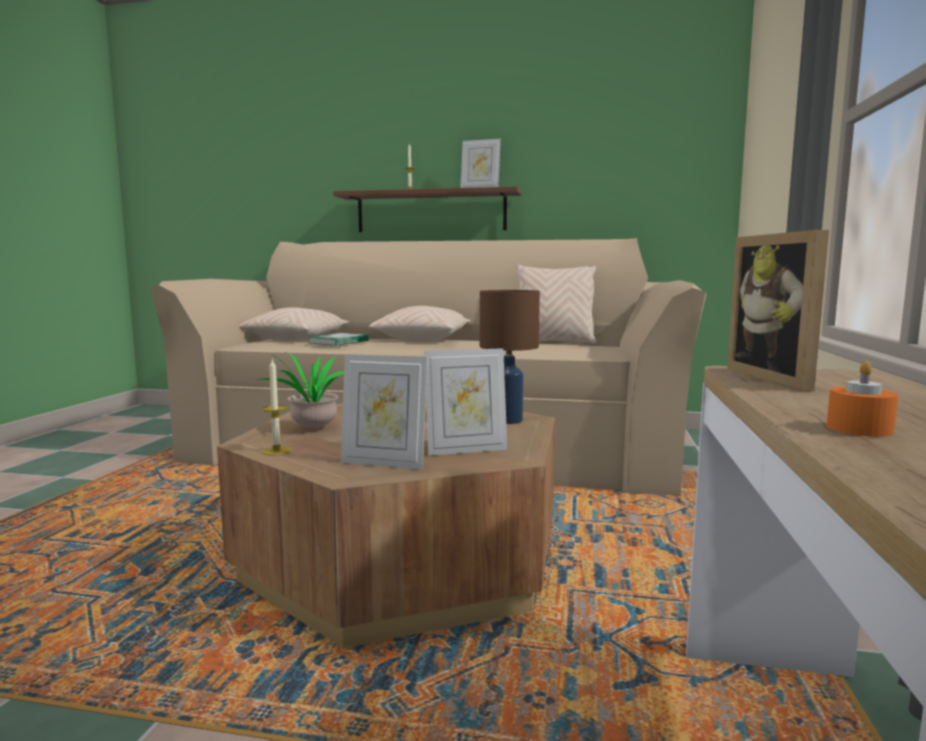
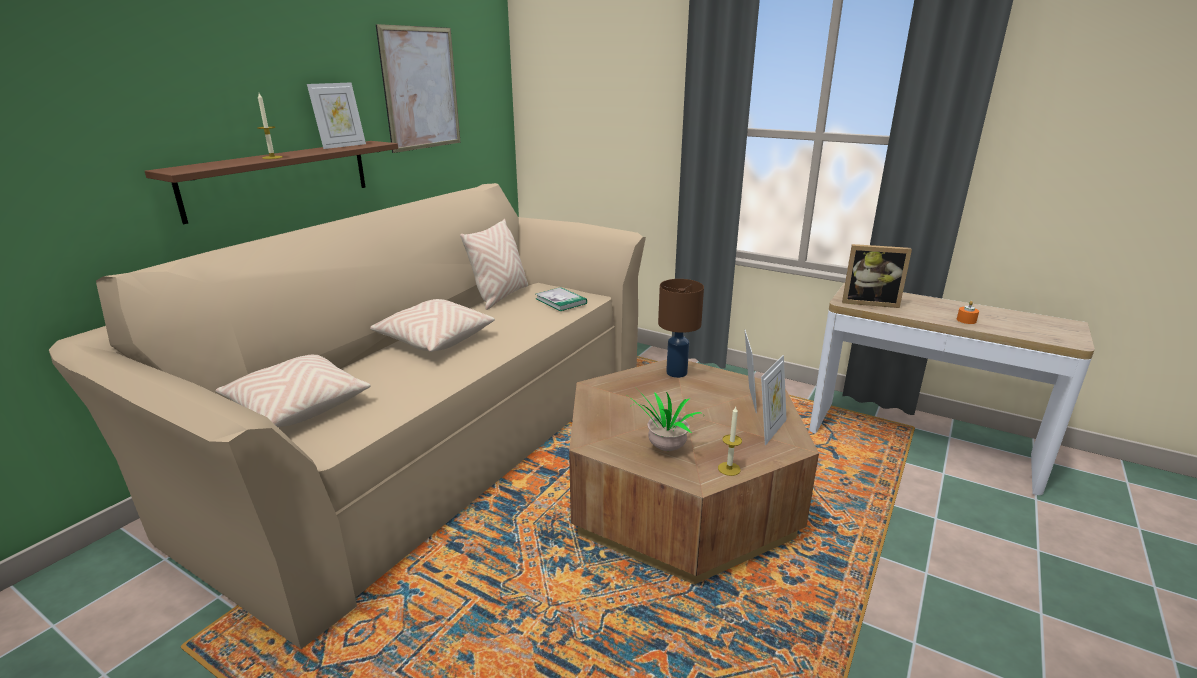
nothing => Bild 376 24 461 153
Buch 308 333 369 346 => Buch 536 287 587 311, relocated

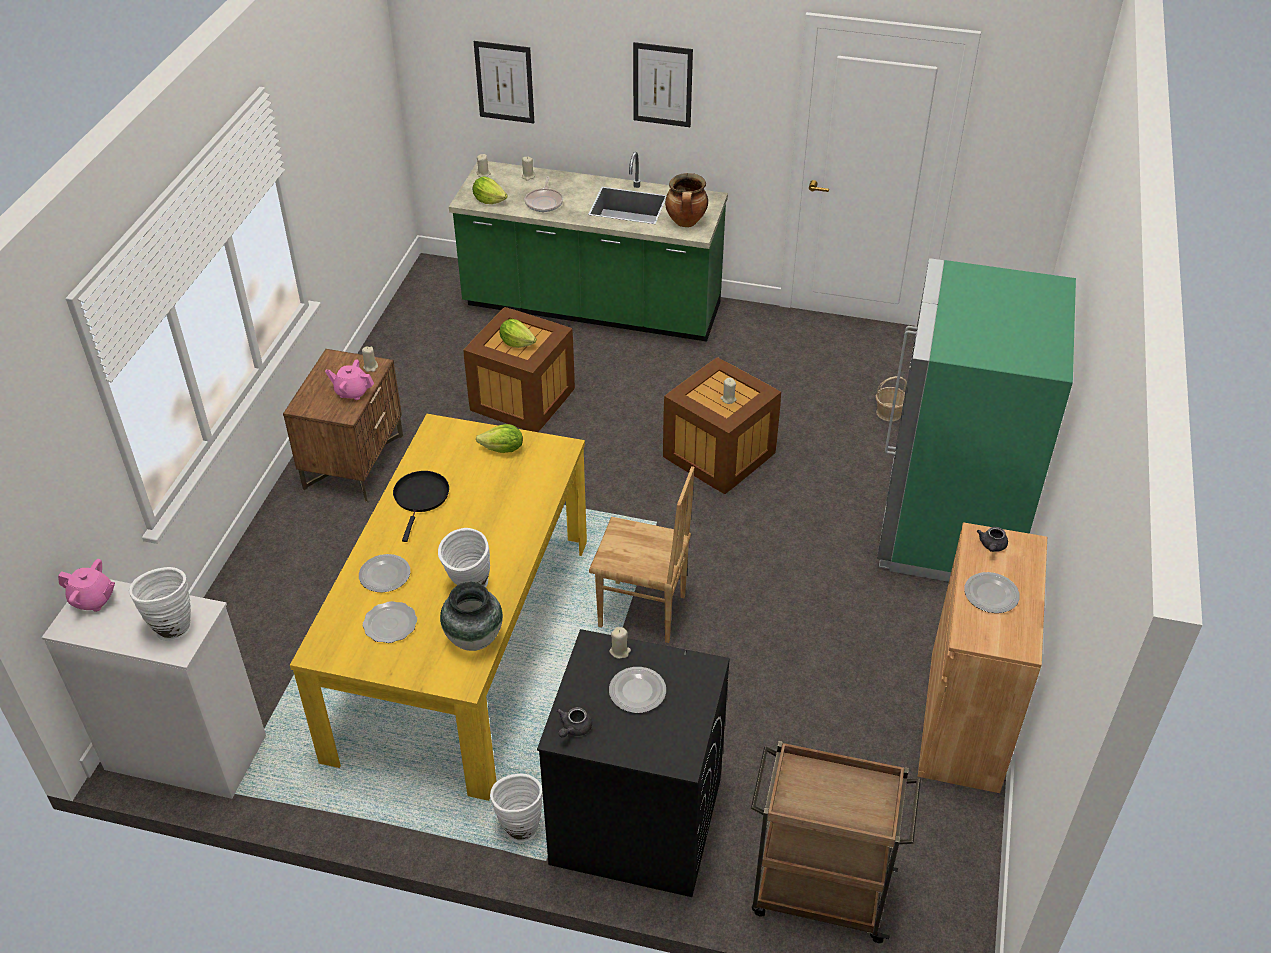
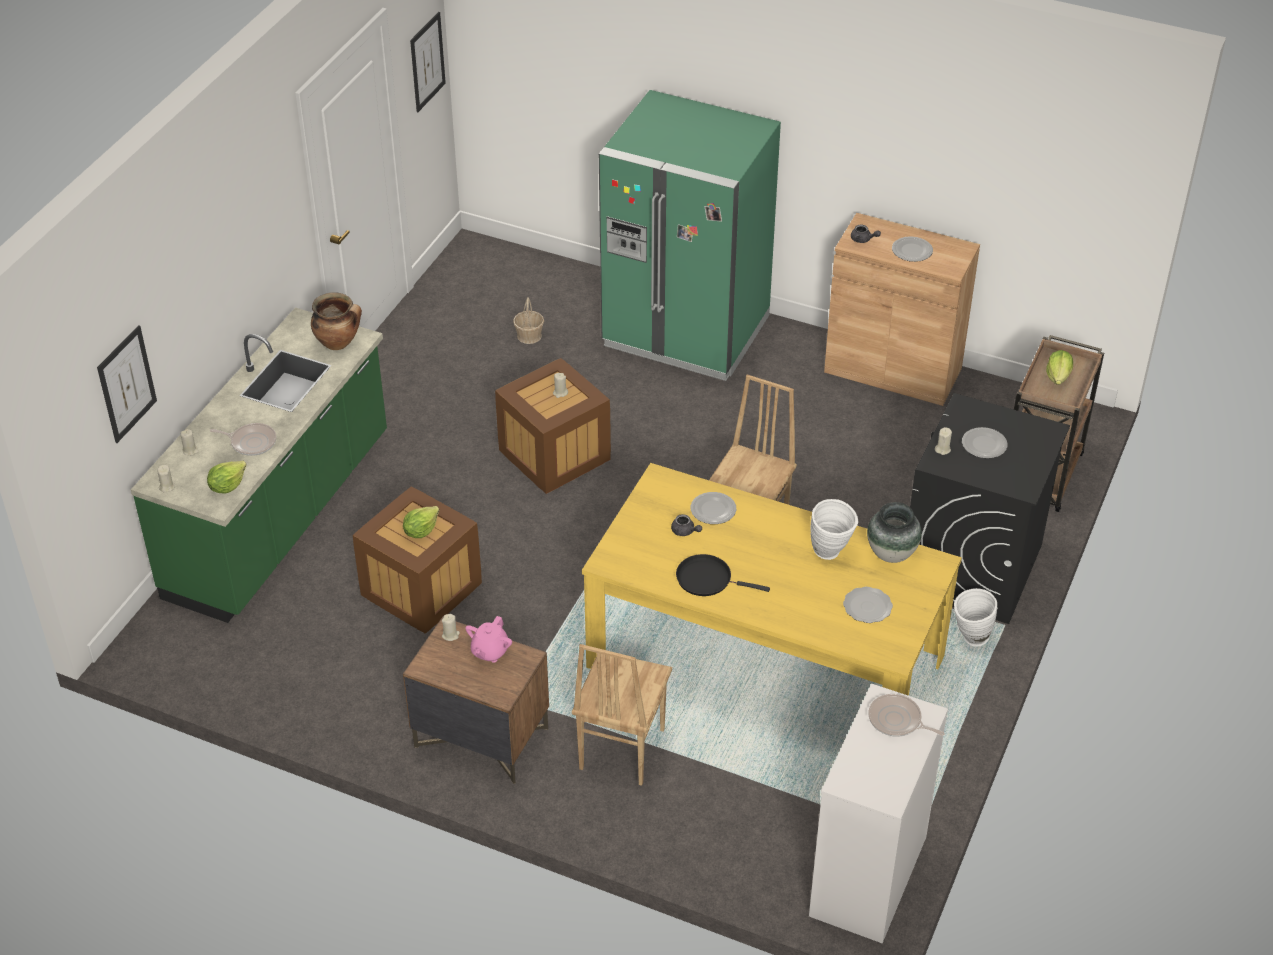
Teekanne/rosa 58 559 115 612 => nothing
nothing => Stuhl/braun 572 644 672 786
Teller 359 554 410 592 => Teller 691 492 736 524, relocated
Salatkopf 476 424 523 453 => Salatkopf 1046 350 1073 385, relocated
Teekanne/grau 557 707 592 737 => Teekanne/grau 671 514 702 536, relocated
Bild 633 42 693 127 => Bild 410 12 446 112, relocated
Vase/weiß 129 567 191 641 => Pfanne 868 694 945 737

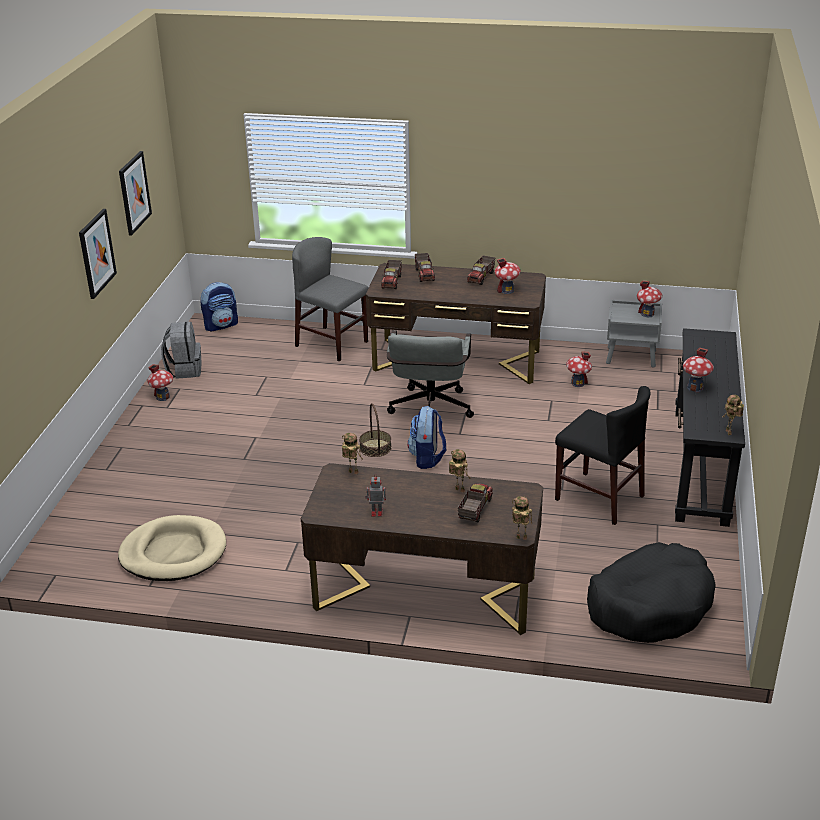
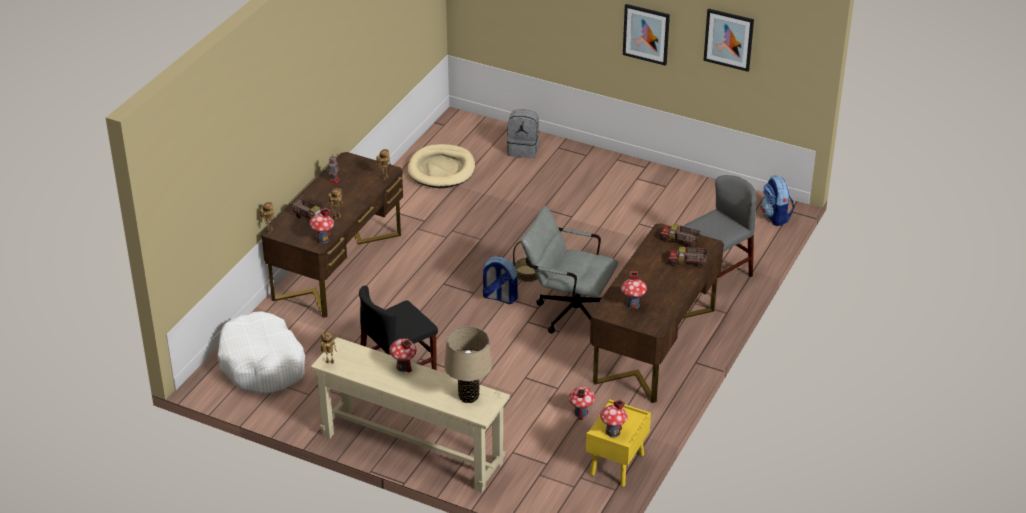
Spielzeuglaster 467 255 495 285 => nothing
nothing => Tischlampe/beige 444 326 492 403
Spielzeughaus 147 364 173 401 => Spielzeughaus 309 208 334 244, relocated
Rucksack/grau 161 322 202 379 => Rucksack/grau 507 109 539 158, relocated
Hundebett/schwarz 587 542 716 643 => Hundebett/weiß 217 311 305 393
Nachttisch/grau 606 300 662 368 => Nachttisch/gelb 586 399 651 487
Konsolentisch/schwarz 675 328 745 527 => Konsolentisch/beige 311 337 510 493

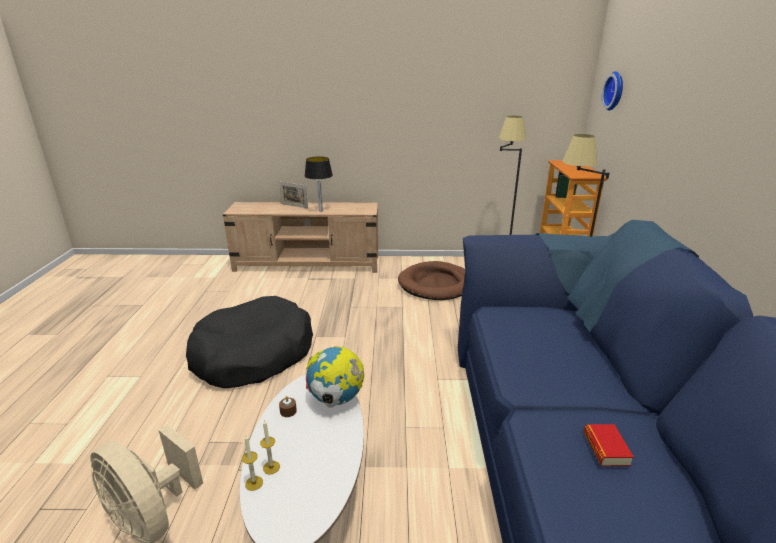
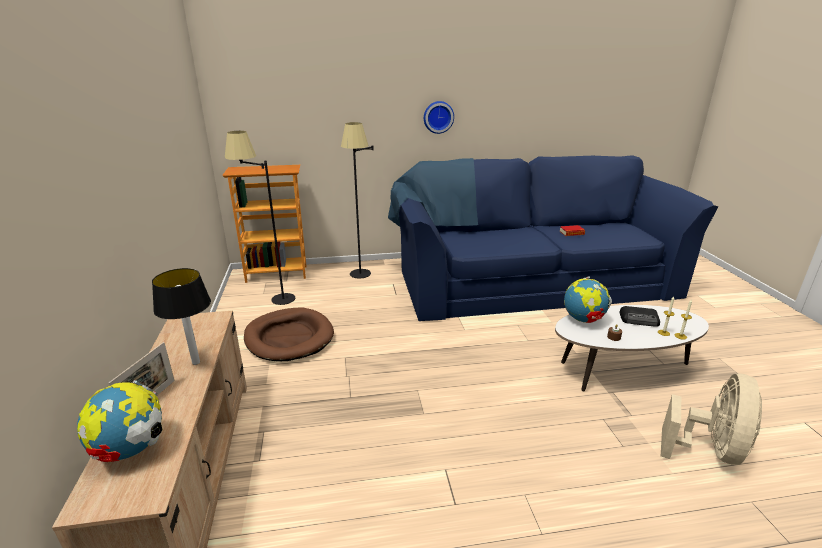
Hundebett/schwarz 186 296 313 388 => nothing
nothing => Globus 77 380 162 462
nothing => Radio 619 306 660 327
Wanduhr 602 71 623 111 => Wanduhr 424 101 454 134, relocated

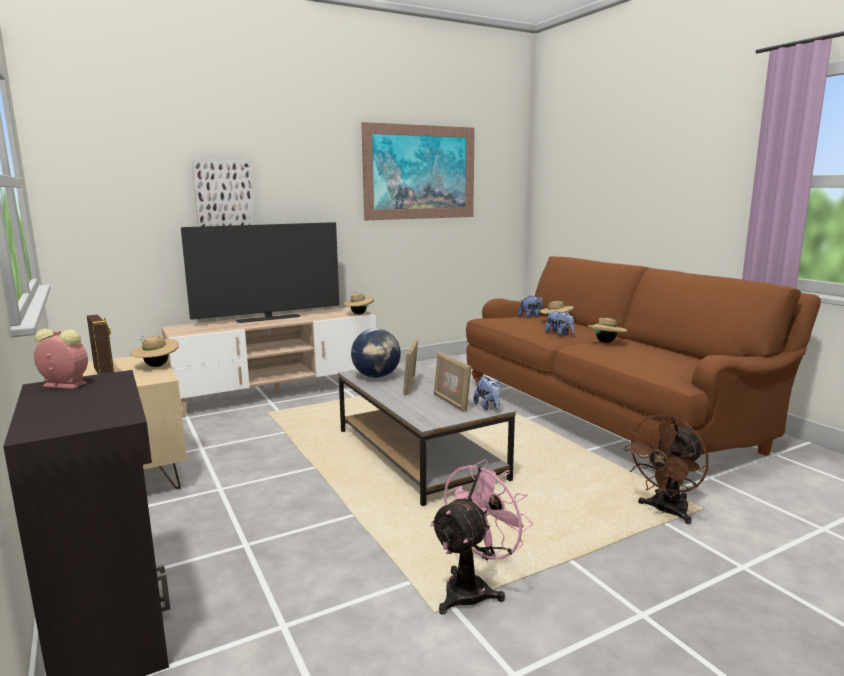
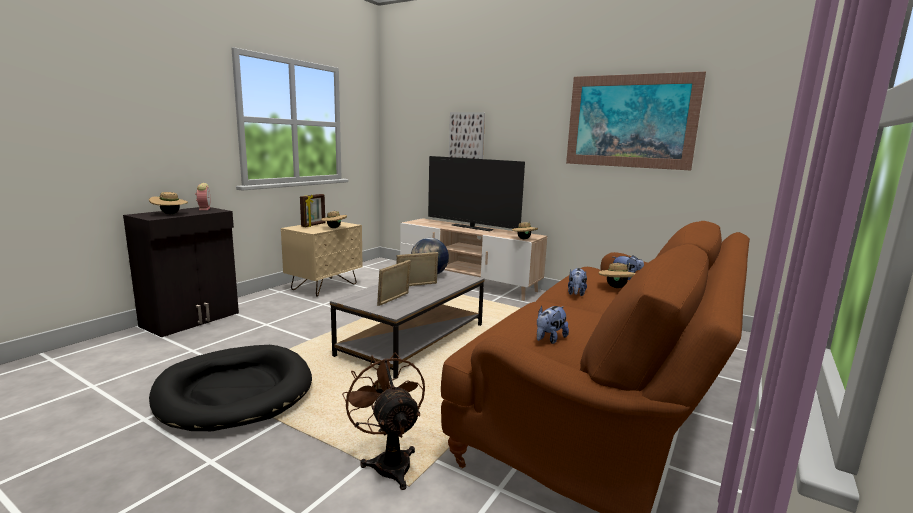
Plüschtier 473 377 501 410 => Plüschtier 537 306 569 344, relocated
Hut/beige 587 318 627 343 => Hut/beige 149 192 188 214, relocated
Ventilator/rosa 430 460 533 615 => Hundebett/schwarz 149 345 312 431
Ventilator/braun 623 414 708 524 => Ventilator/braun 342 352 425 490, 45 degrees clockwise

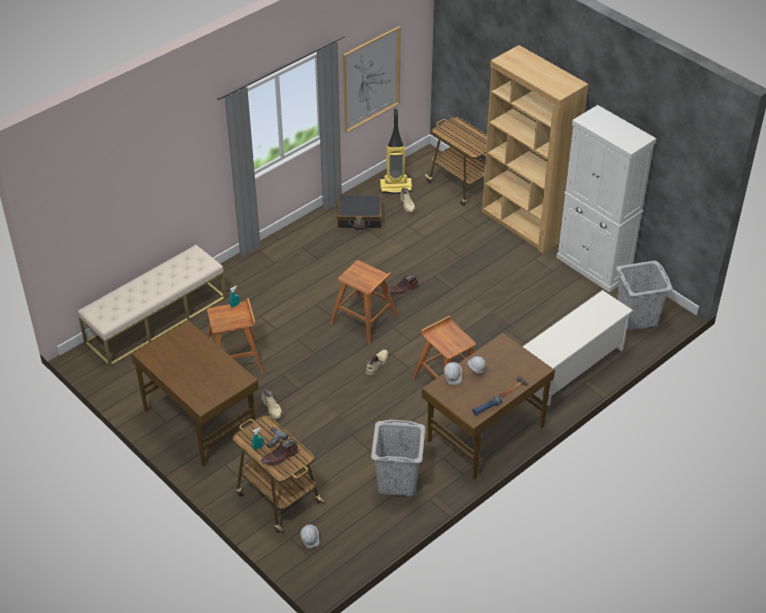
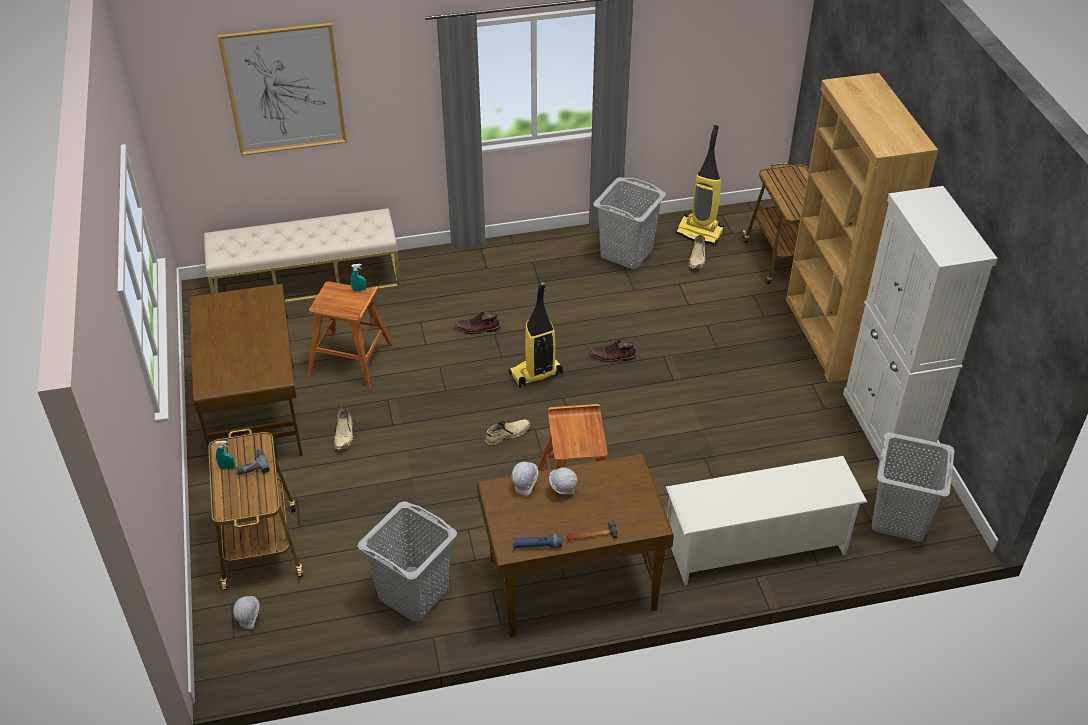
Stiefel/braun 261 439 299 465 => Stiefel/braun 455 311 500 334, relocated
Bild 343 26 401 133 => Bild 218 23 347 156, relocated
Hocker/braun 330 260 398 344 => Staubsauger 509 281 563 388
Koffer/schwarz 337 195 382 230 => Wäschekorb/grau 593 177 666 269

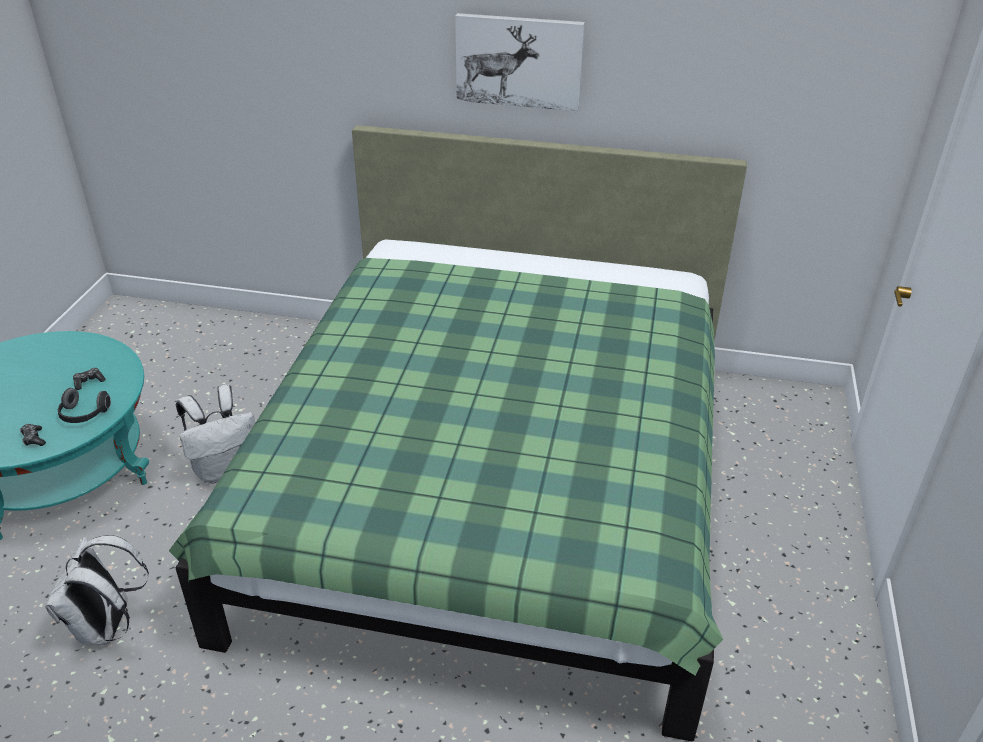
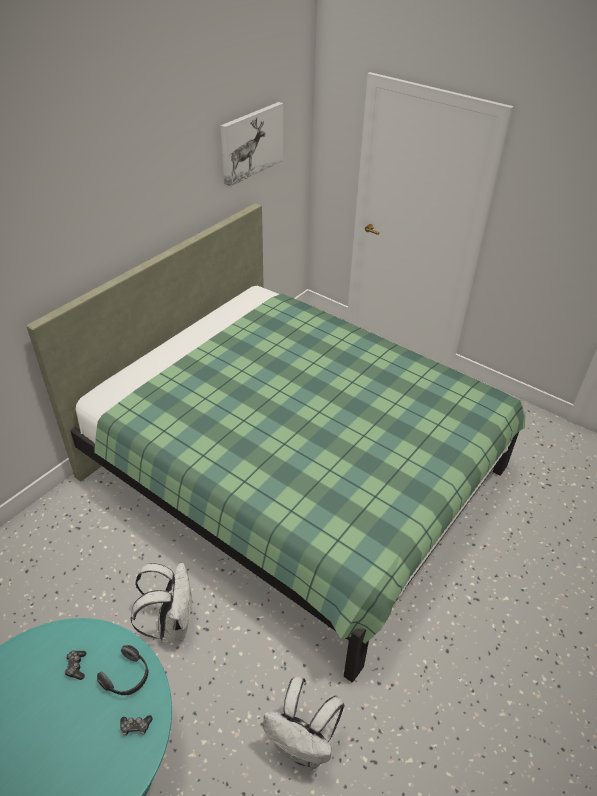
Bild 455 13 584 111 => Bild 221 102 283 188, relocated

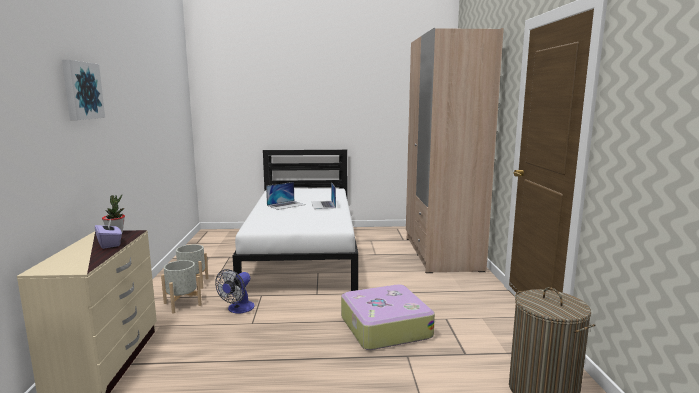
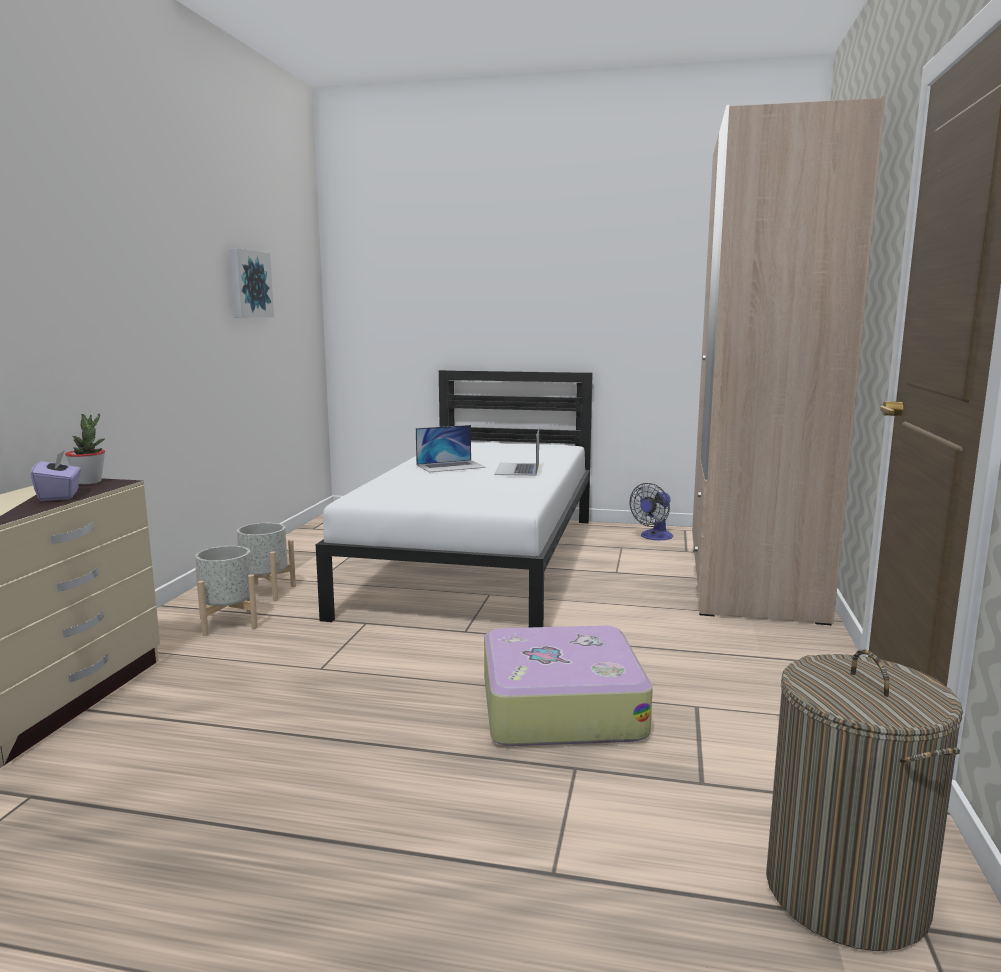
Bild 62 60 105 120 => Bild 229 248 274 317, relocated
Ventilator 215 269 255 313 => Ventilator 630 483 673 540, relocated

